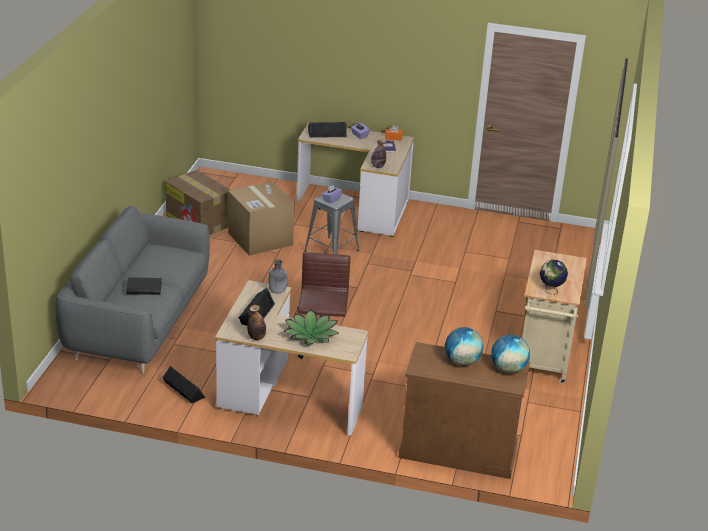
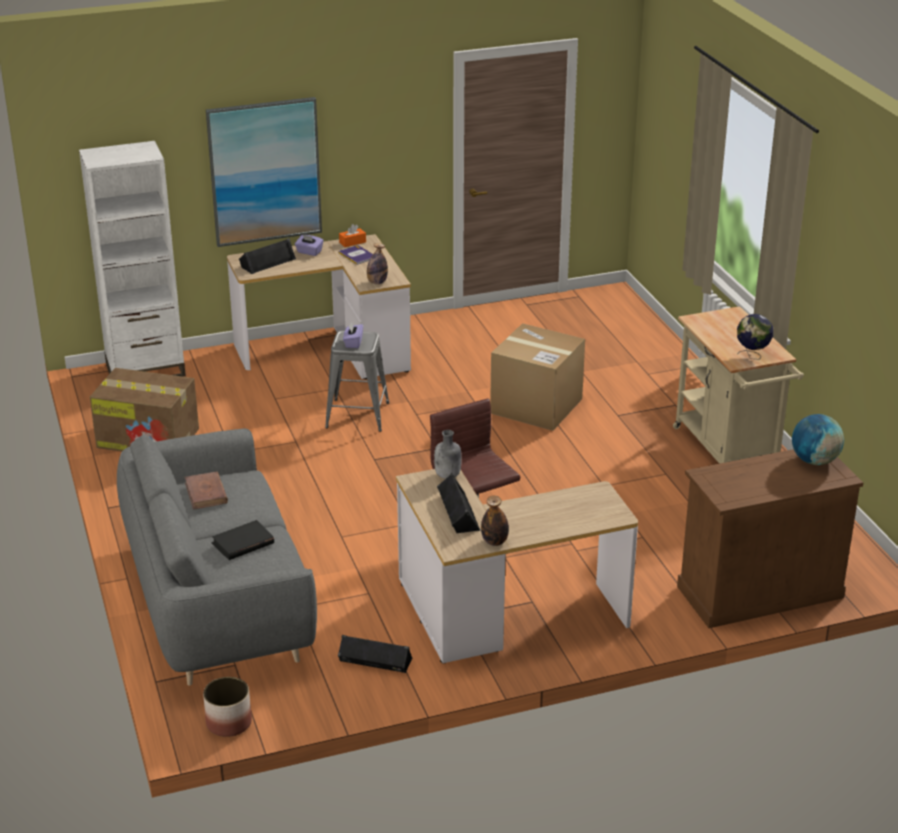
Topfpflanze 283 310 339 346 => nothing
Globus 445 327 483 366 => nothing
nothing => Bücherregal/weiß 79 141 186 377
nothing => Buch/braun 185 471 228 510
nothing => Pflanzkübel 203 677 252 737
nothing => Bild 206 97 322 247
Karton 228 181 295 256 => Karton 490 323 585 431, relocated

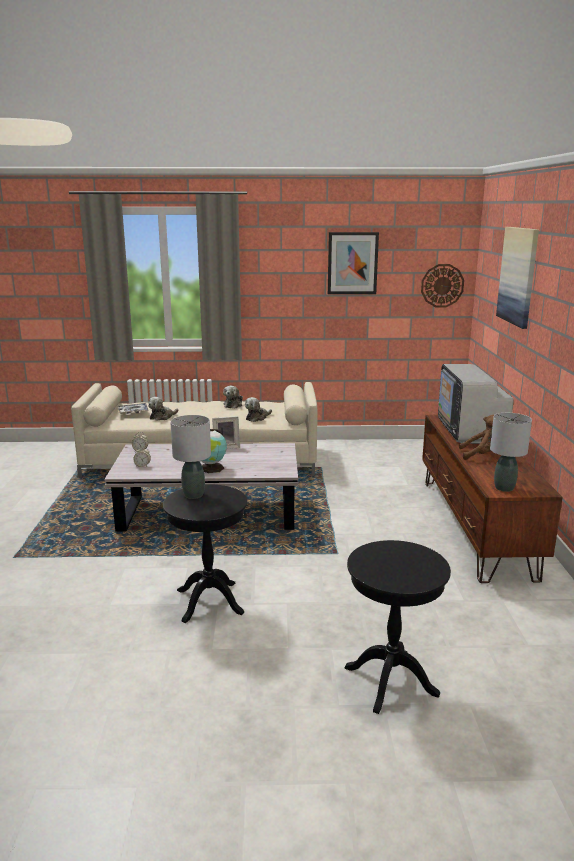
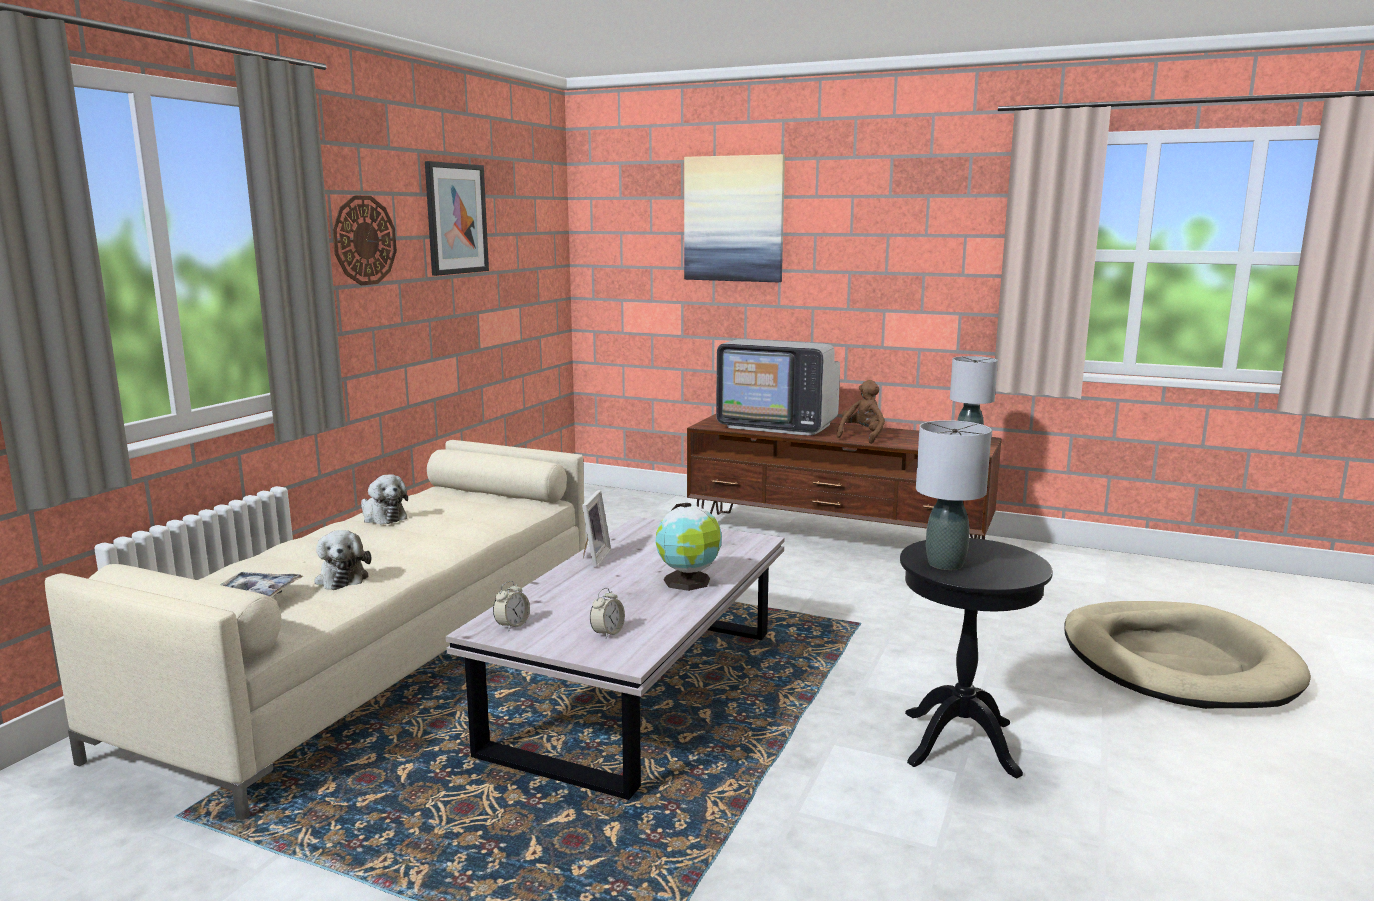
Plüschtier 245 397 272 422 => nothing
Wanduhr 421 264 464 307 => Wanduhr 332 195 397 285, relocated
Beistelltisch/schwarz 344 540 451 714 => Hundebett/beige 1064 601 1311 709

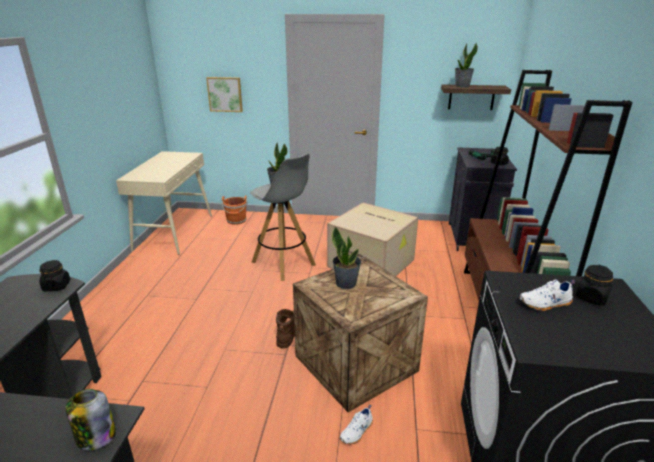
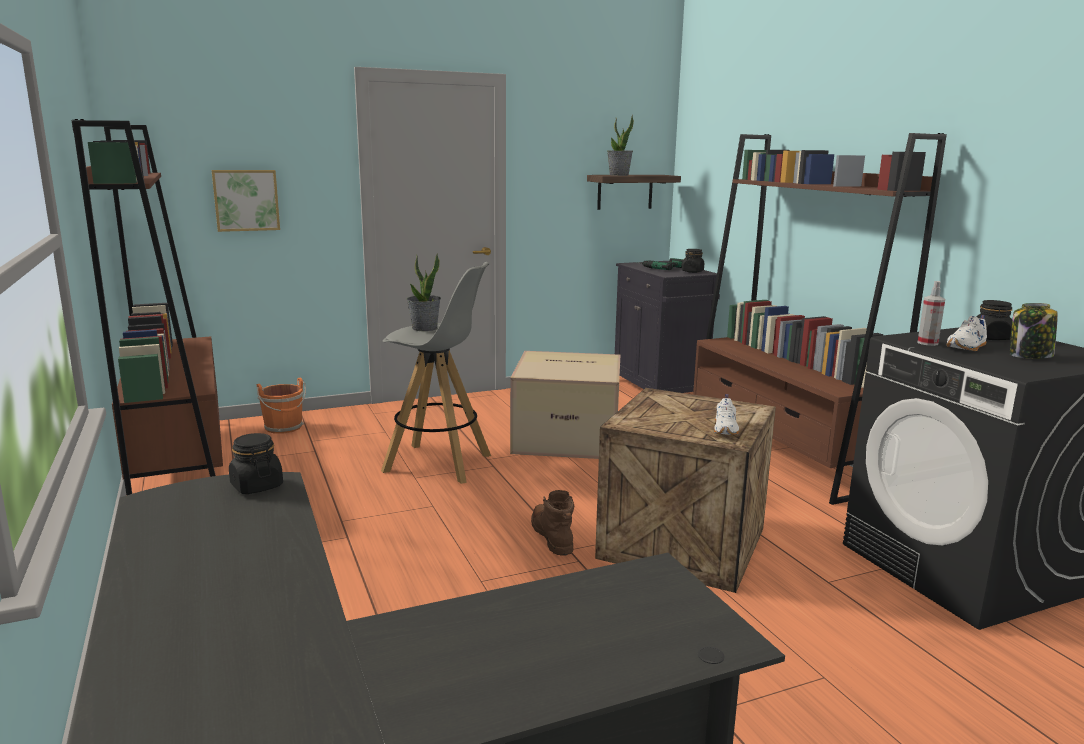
Topfpflanze 332 227 361 289 => nothing
nothing => Sprühflasche 917 281 945 346
Vorratsglas 66 389 116 450 => Vorratsglas 1010 303 1058 359, relocated
Schuh/weiß 340 405 373 444 => Schuh/weiß 714 394 739 435, relocated
Konsolentisch/beige 116 151 212 255 => Bücherregal/braun 72 119 223 496

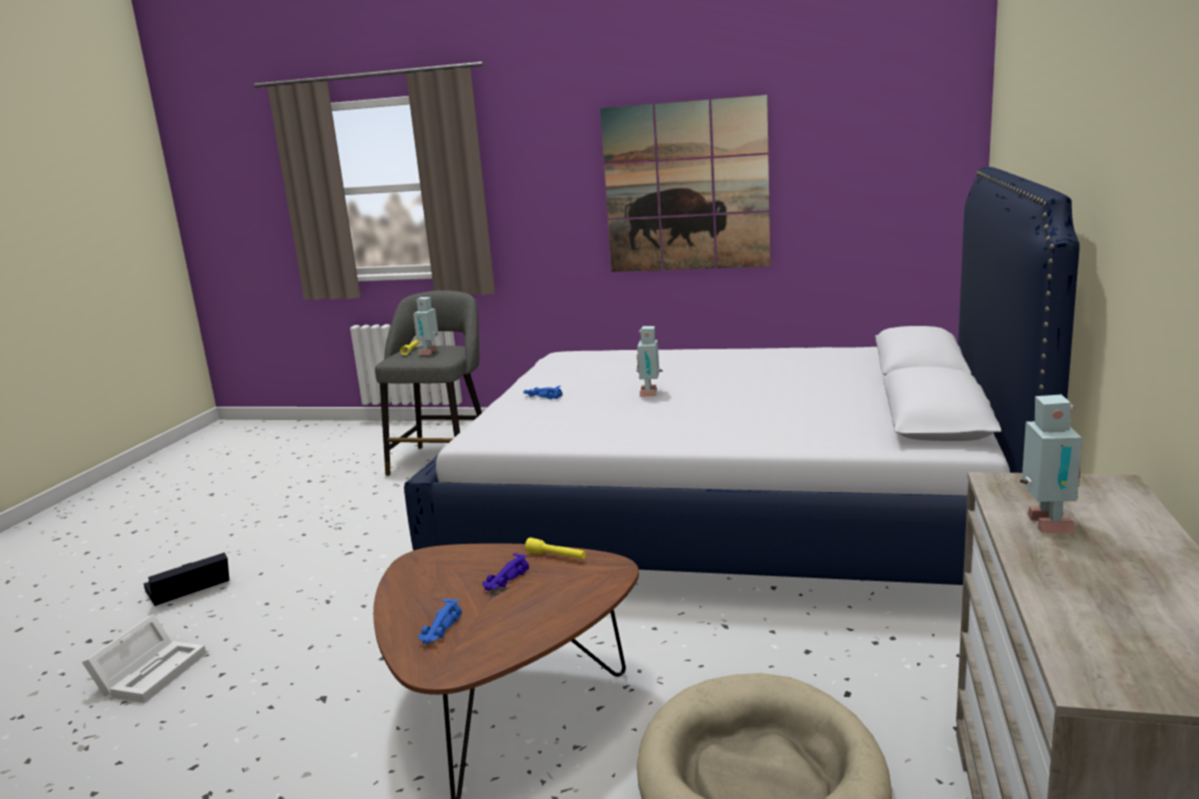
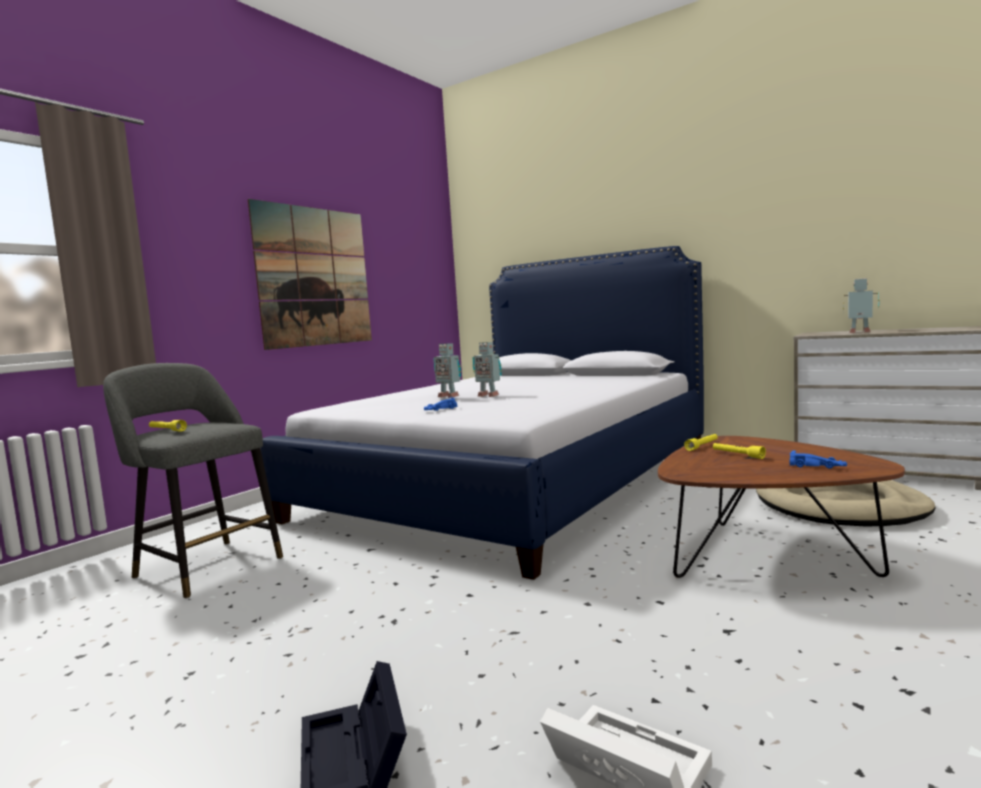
Spielzeugroboter 413 297 439 355 => Spielzeugroboter 433 343 461 398, relocated
Spielzeugauto/lila 482 553 529 591 => Taschenlampe/gelb 713 443 766 459

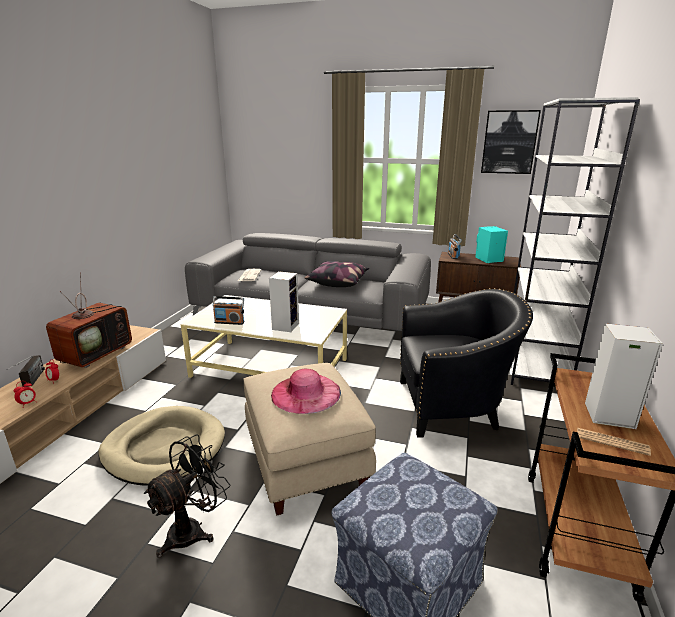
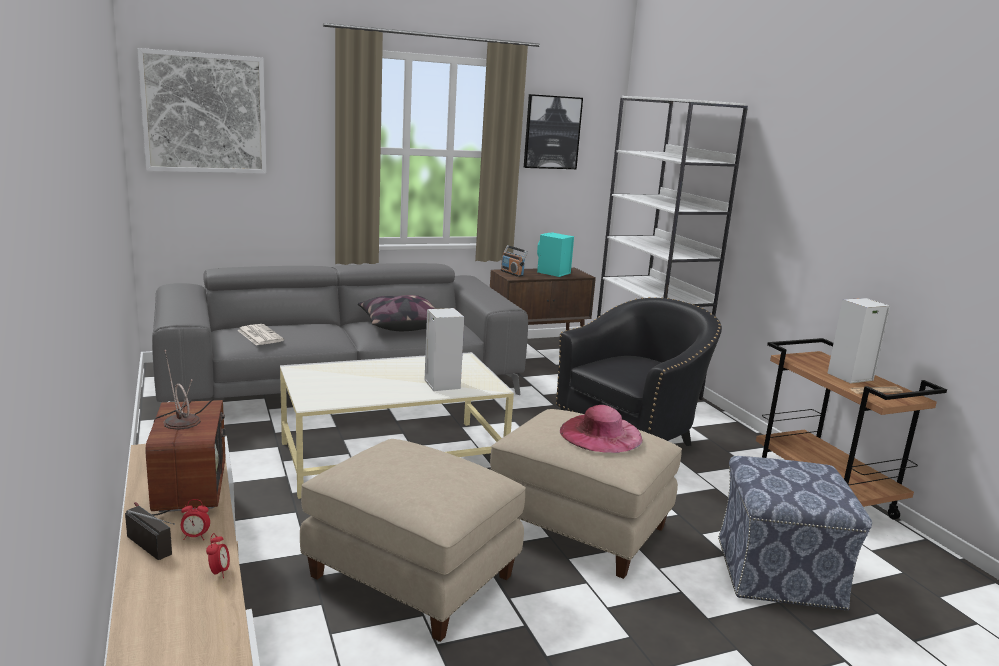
Ventilator/schwarz 144 434 230 558 => nothing
Radio 212 296 244 325 => nothing
nothing => Bild 137 48 266 174
Hundebett/beige 99 406 225 486 => Polsterhocker/beige 300 439 526 642

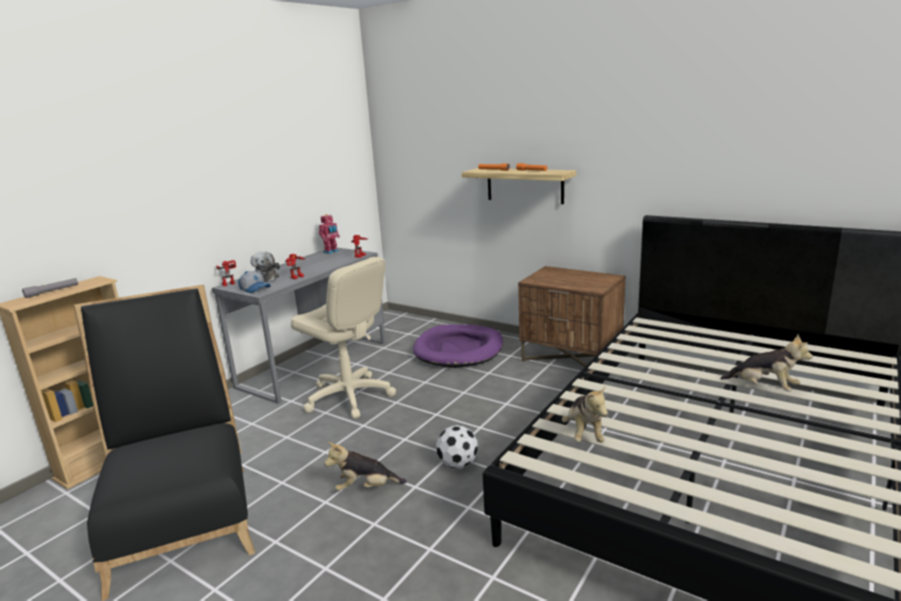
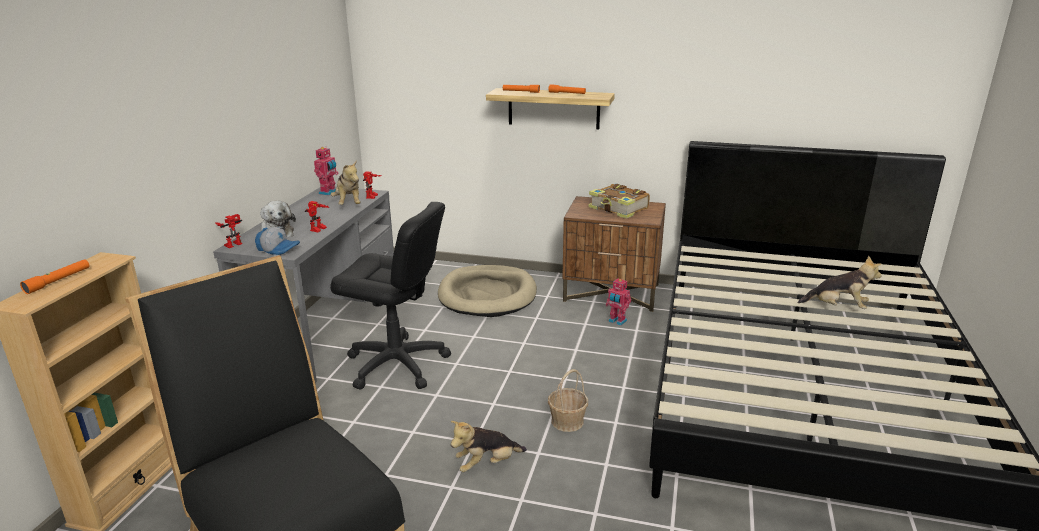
nothing => Buch 589 184 650 219
nothing => Spielzeugroboter 606 278 631 326
Plüschtier 562 385 608 442 => Plüschtier 331 160 361 205, relocated
Fußball 437 425 478 468 => Korb 548 369 588 432
Taschenlampe/grau 22 278 78 298 => Taschenlampe/orange 20 259 89 294
Bürostuhl/beige 291 257 396 419 => Bürostuhl/schwarz 330 202 451 389
Hundebett/lila 413 324 503 368 => Hundebett/beige 438 265 537 317

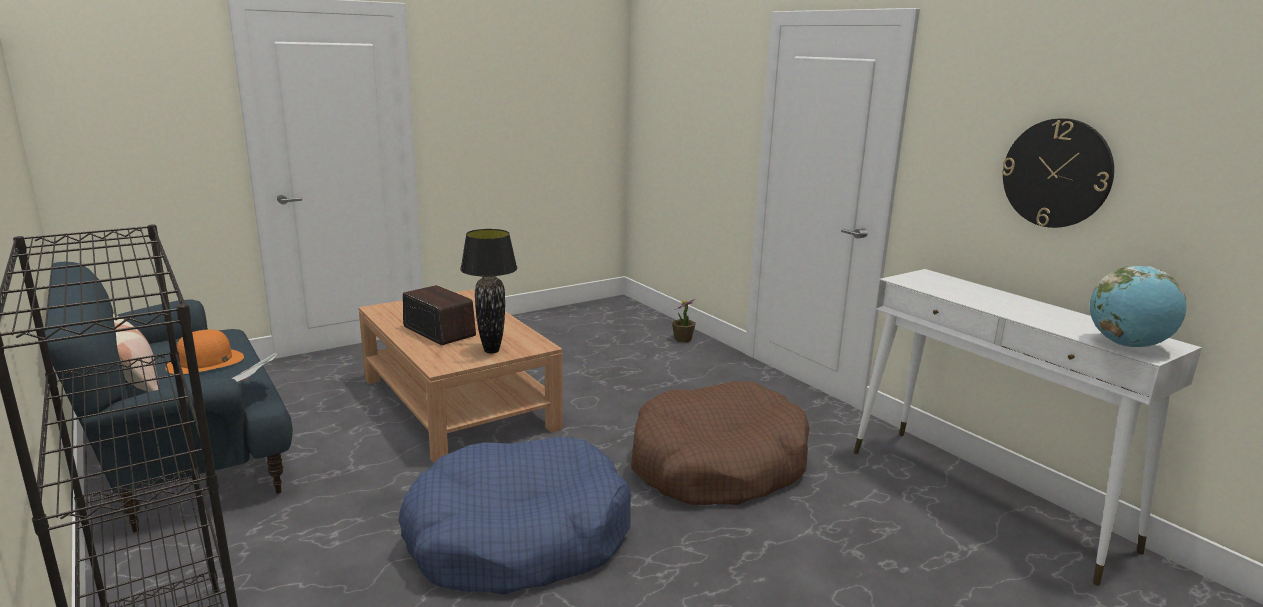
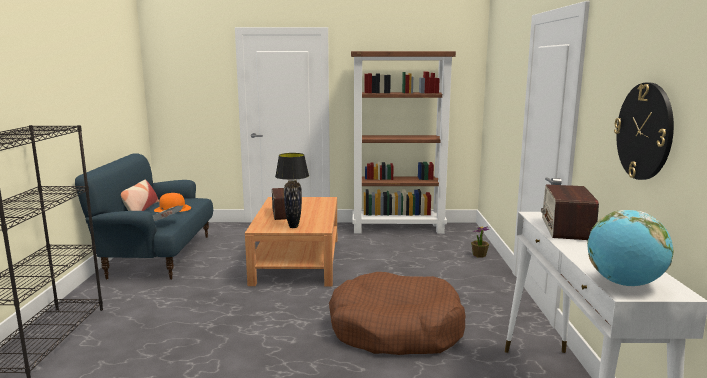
Hundebett/blau 398 436 631 595 => nothing
nothing => Bücherregal/braun 351 51 456 234
nothing => Radio 541 184 599 240

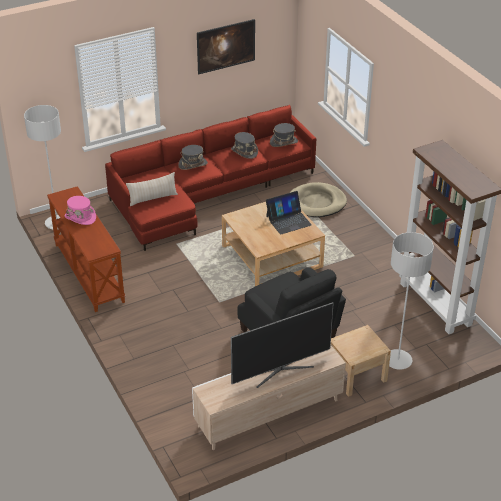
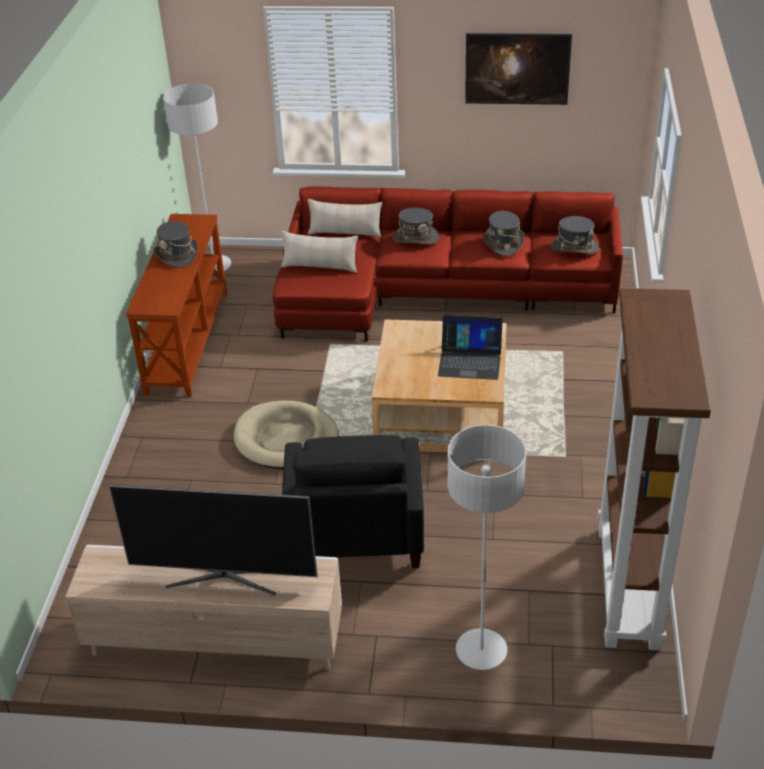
Nachttisch/beige 331 325 391 397 => nothing
nothing => Kissen/beige 308 199 382 238
Hundebett/beige 289 182 347 217 => Hundebett/beige 234 401 339 469, relocated
Hut/rosa 65 196 96 225 => Hut/grau 154 221 198 268

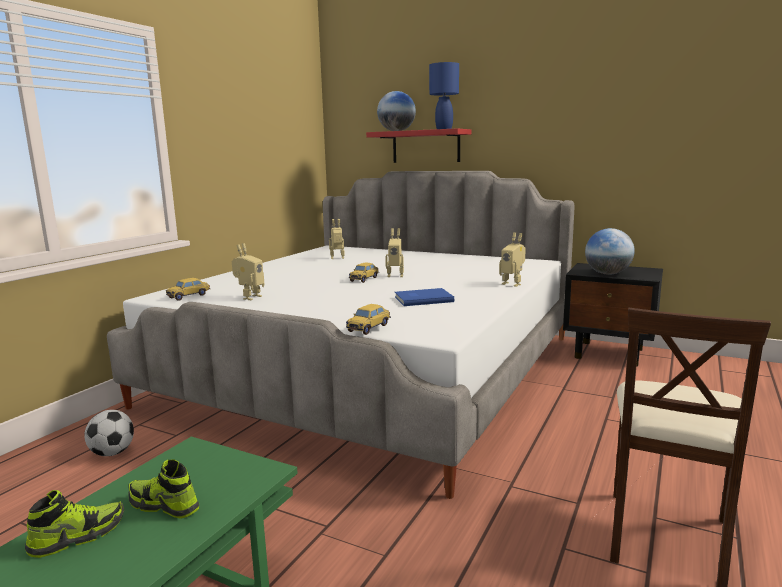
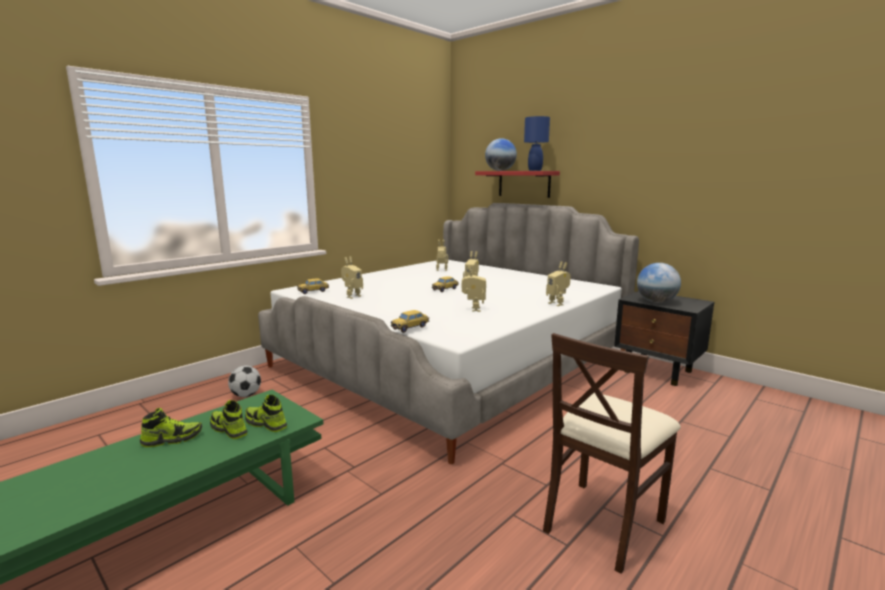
nothing => Schuh 245 395 287 432
Buch/blau 395 288 454 306 => Spielzeugroboter 461 266 486 312

